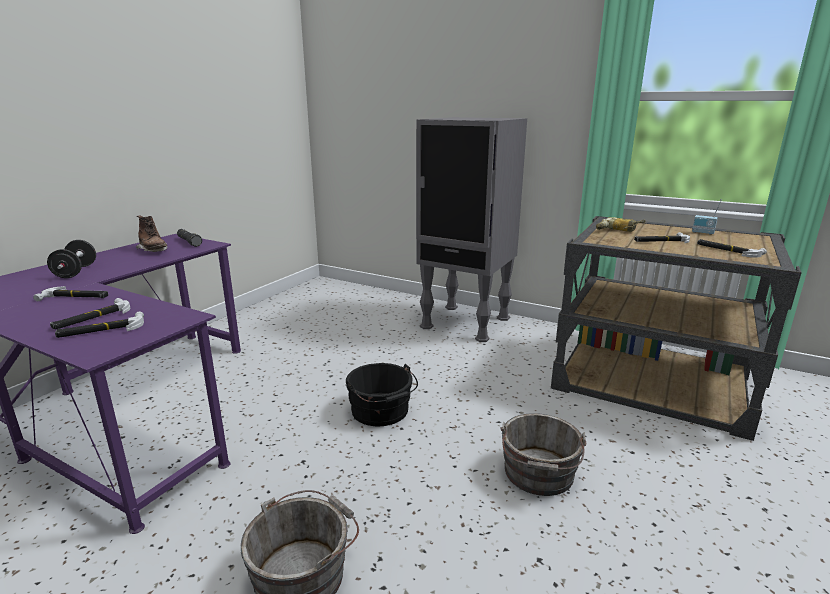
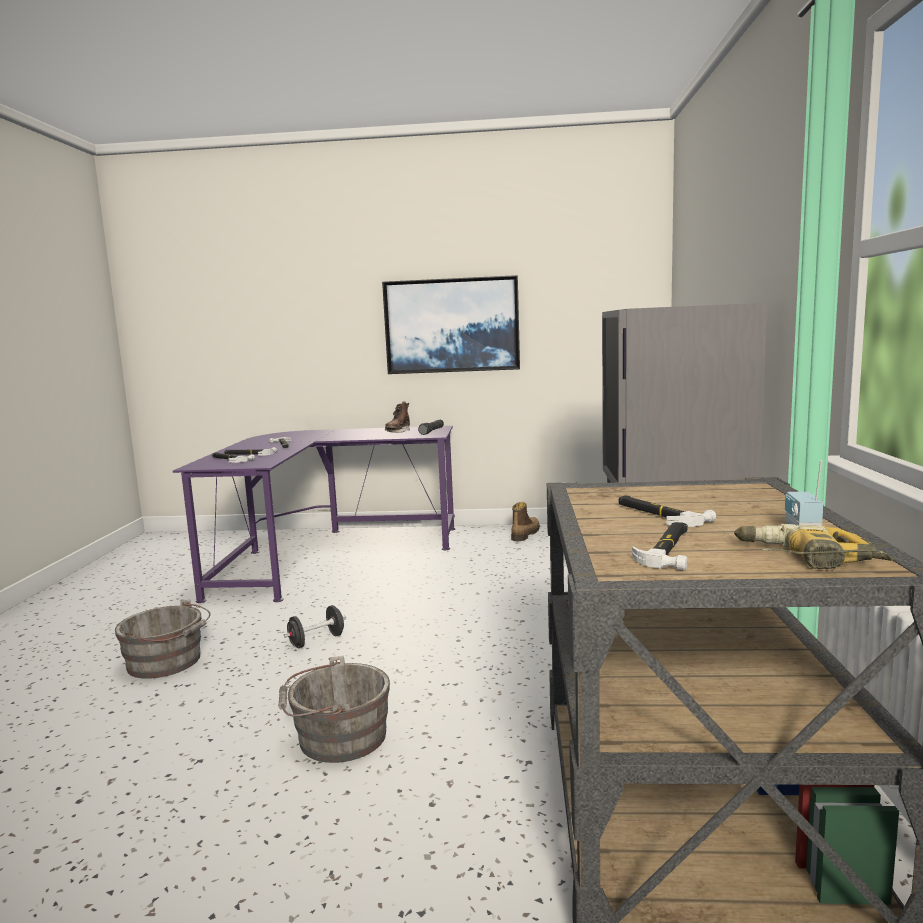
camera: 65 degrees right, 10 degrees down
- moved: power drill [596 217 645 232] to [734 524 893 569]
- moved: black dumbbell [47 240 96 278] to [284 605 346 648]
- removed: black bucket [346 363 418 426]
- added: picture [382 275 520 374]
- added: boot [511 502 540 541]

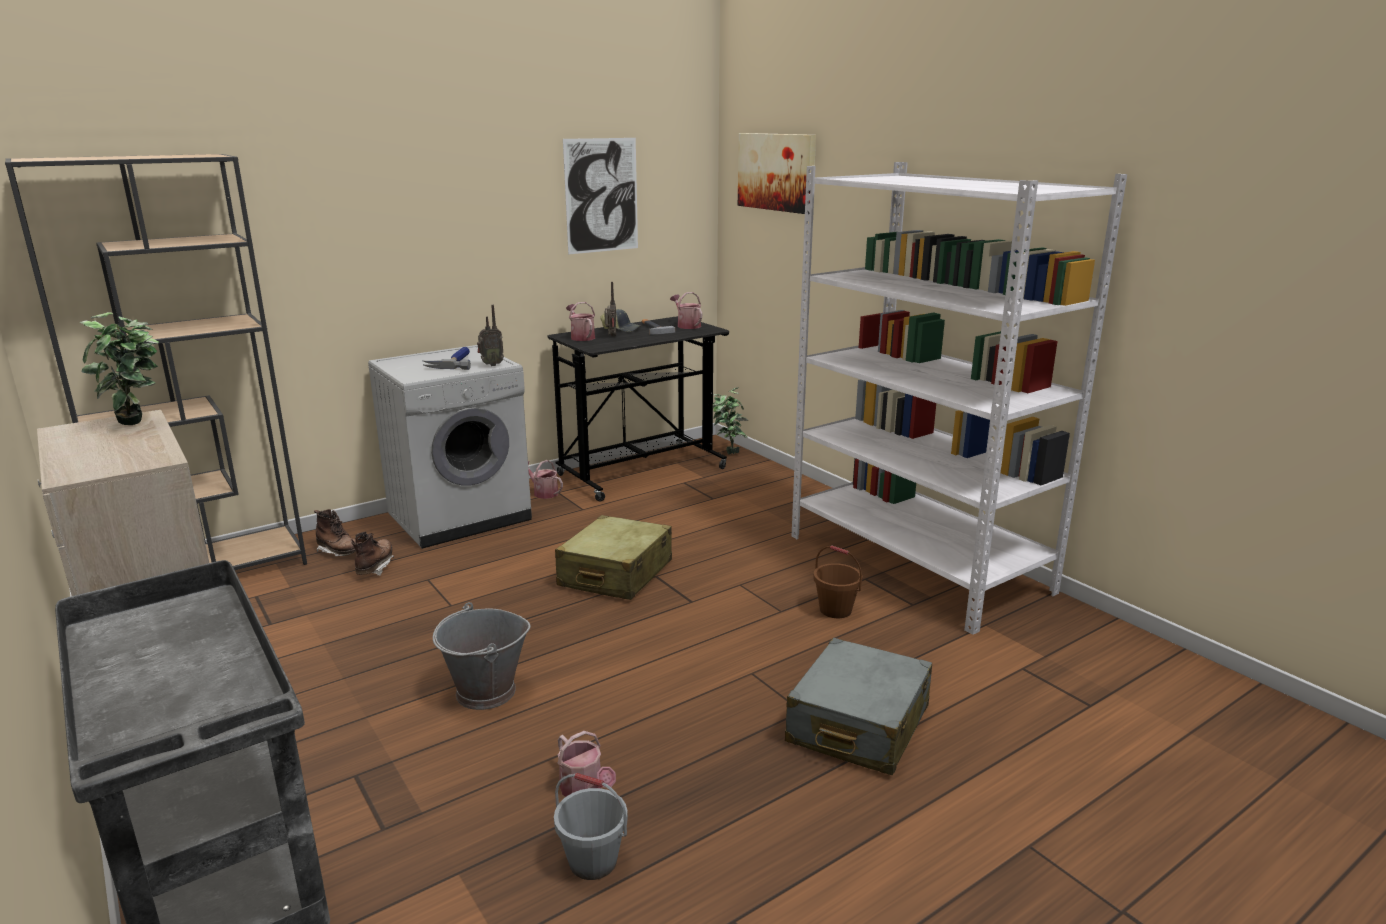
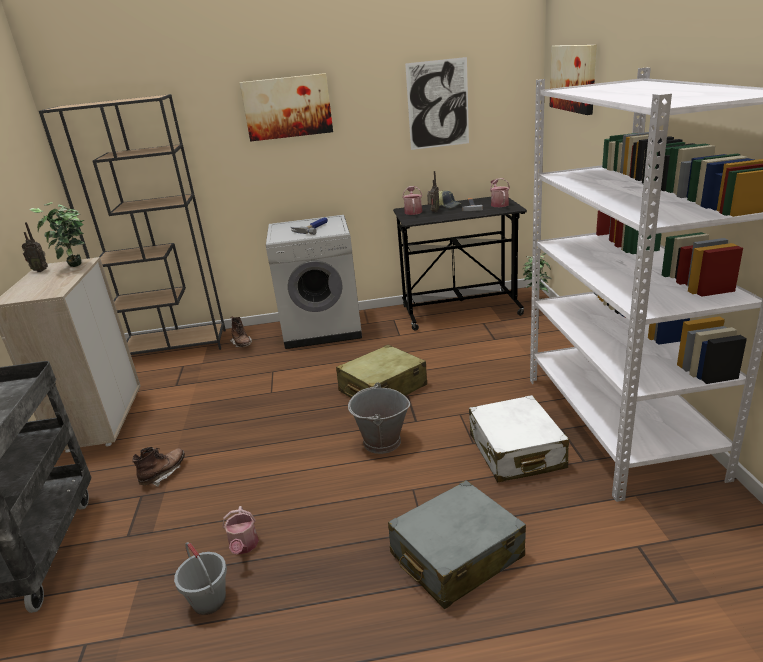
camera: 30 degrees right, 5 degrees up
- moved: radio [477 305 504 366] to [22 222 48 272]
- removed: watering can [528 460 563 499]
- moved: brown boot [351 532 394 576] to [132 447 185 487]
- replaced: brown bucket [813 545 863 618] to white suitcase [469 395 569 482]
- moved: grey bucket [433 602 531 710] to [348 382 410 454]
- added: picture [240 73 333 142]

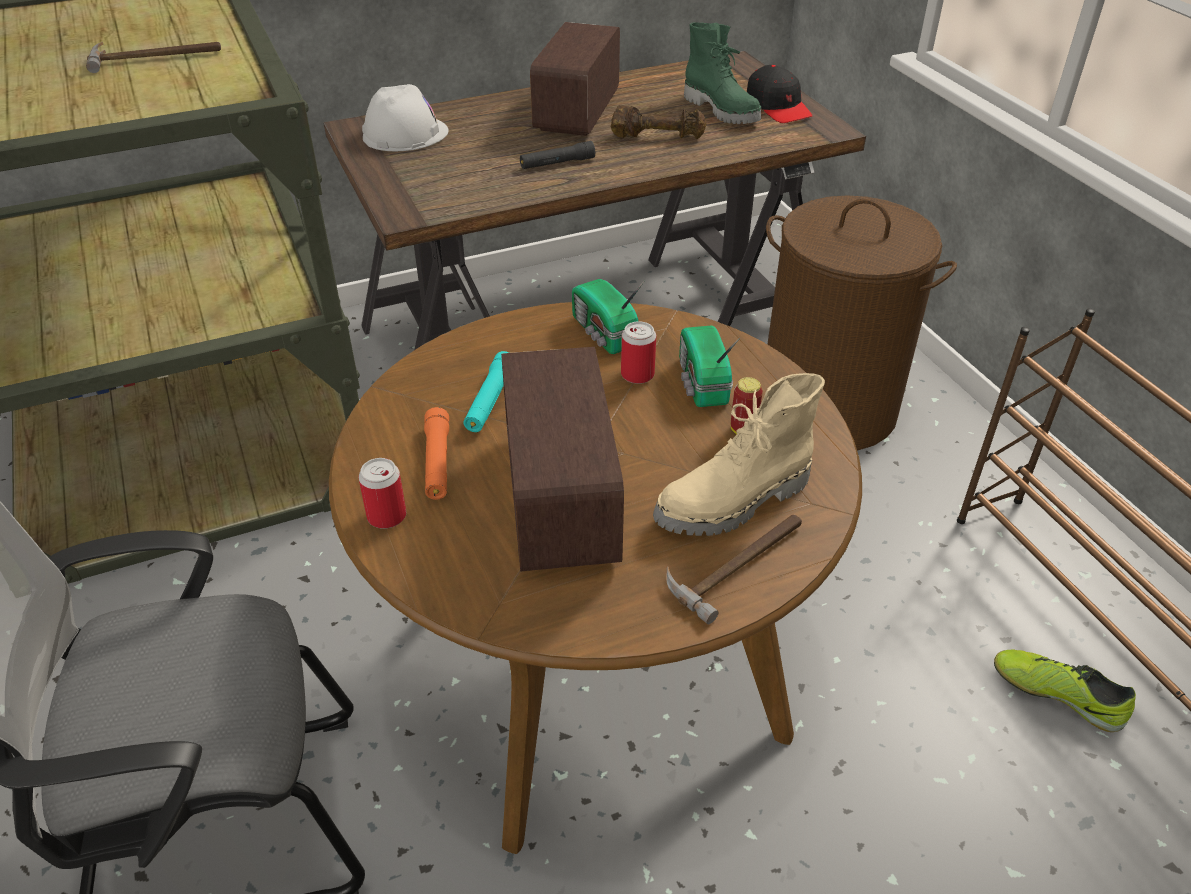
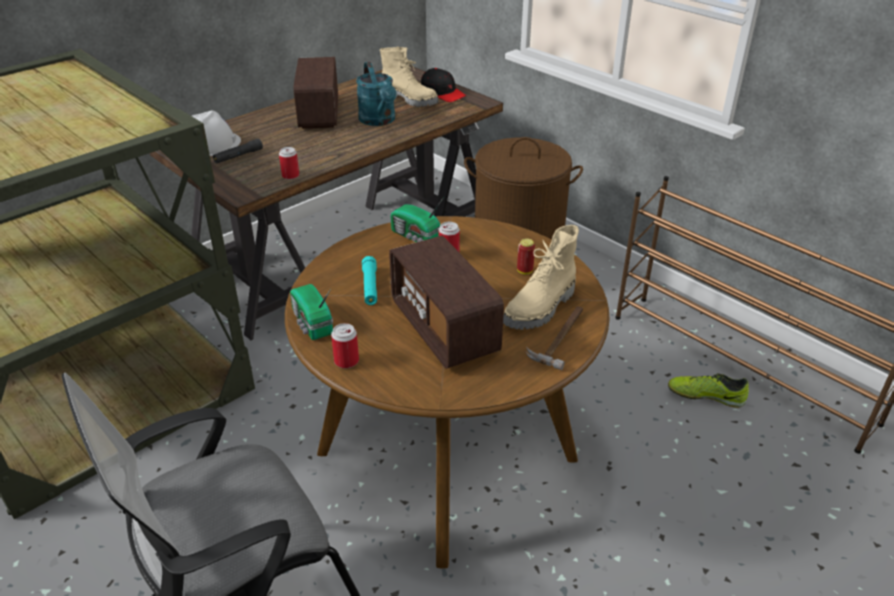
camera: 20 degrees left, 5 degrees down
- recoloured: green boot [684 22 761 124] to beige boot [380 46 439 107]
- removed: hammer [86 42 221 73]
- replaced: brown dumbbell [611 105 707 139] to turquoise watering can [356 62 396 126]
- moved: black flashlight [520 141 595 169] to [213 139 263 163]
- moved: radio [679 326 740 407] to [290 284 333 340]
- removed: orange flashlight [424 407 449 500]
- added: can [279 147 299 180]

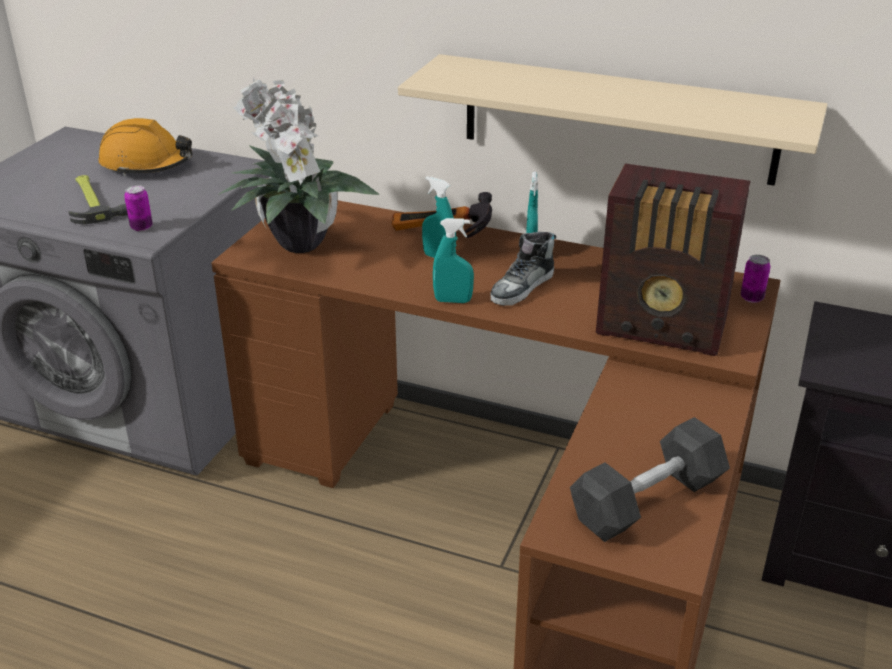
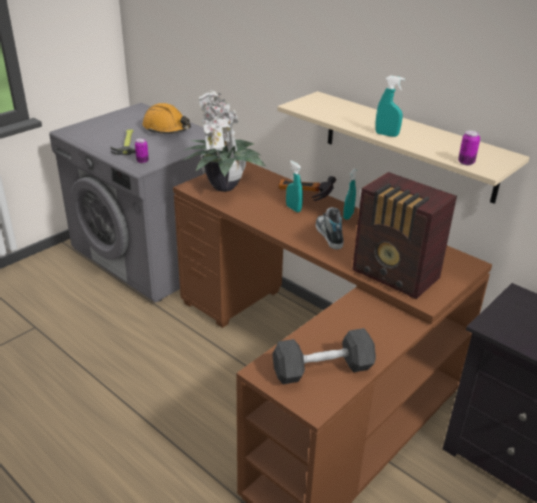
camera: 20 degrees right, 0 degrees up
- moved: turquoise spray bottle [433 218 474 303] to [375 76 405 137]
- turned: shoe [490 232 556 306] = [315 207 344 249] 105 degrees clockwise
- moved: can [741 255 770 303] to [458 130 480 165]

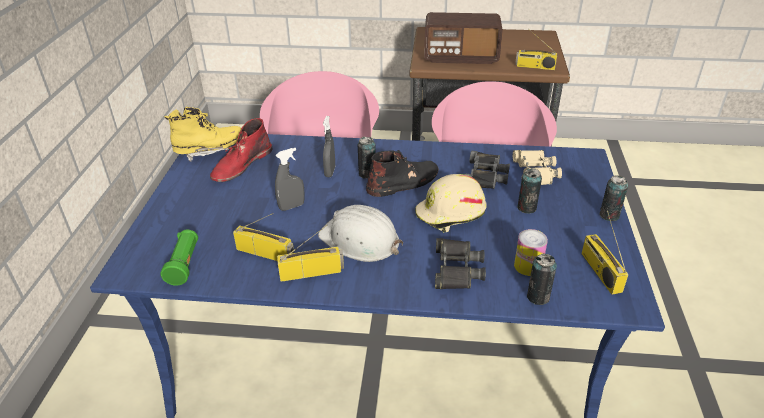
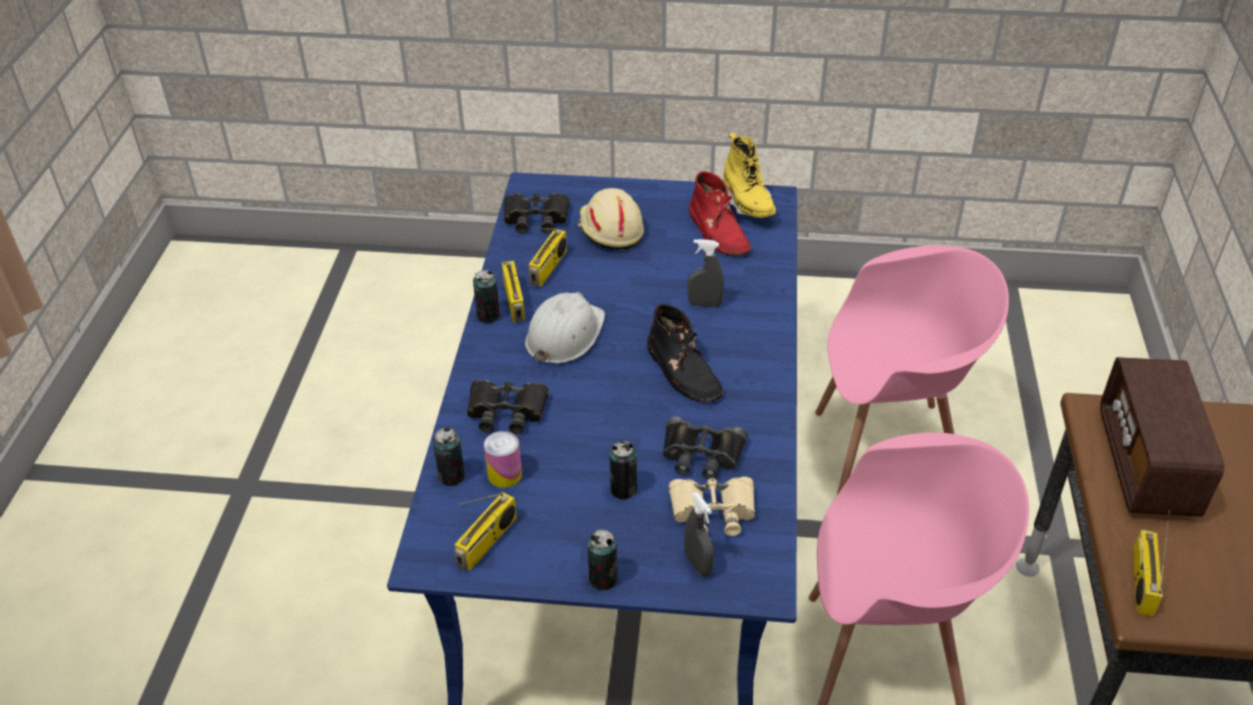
camera: 90 degrees right, 5 degrees up
- turned: red boot [210 118 272 182] = [689 171 751 256] 150 degrees counterclockwise
- moved: can [358 136 376 178] to [473 270 500 323]
- moved: grey spray bottle [275 148 305 211] to [684 492 714 577]
- moved: beige hard hat [415 174 487 232] to [577 188 644 250]
- turned: radio [582 211 628 295] = [455 492 517 571] 135 degrees clockwise
- replaced: green flashlight [160 230 198 286] to black binoculars [504 193 570 234]

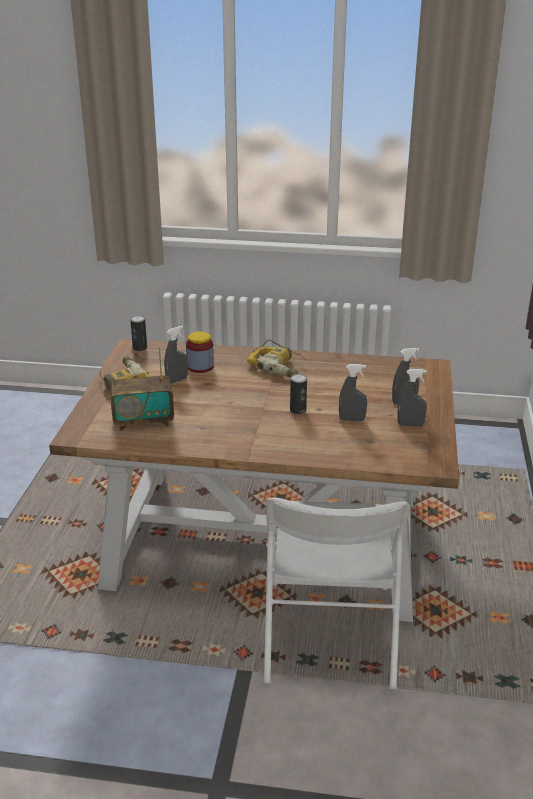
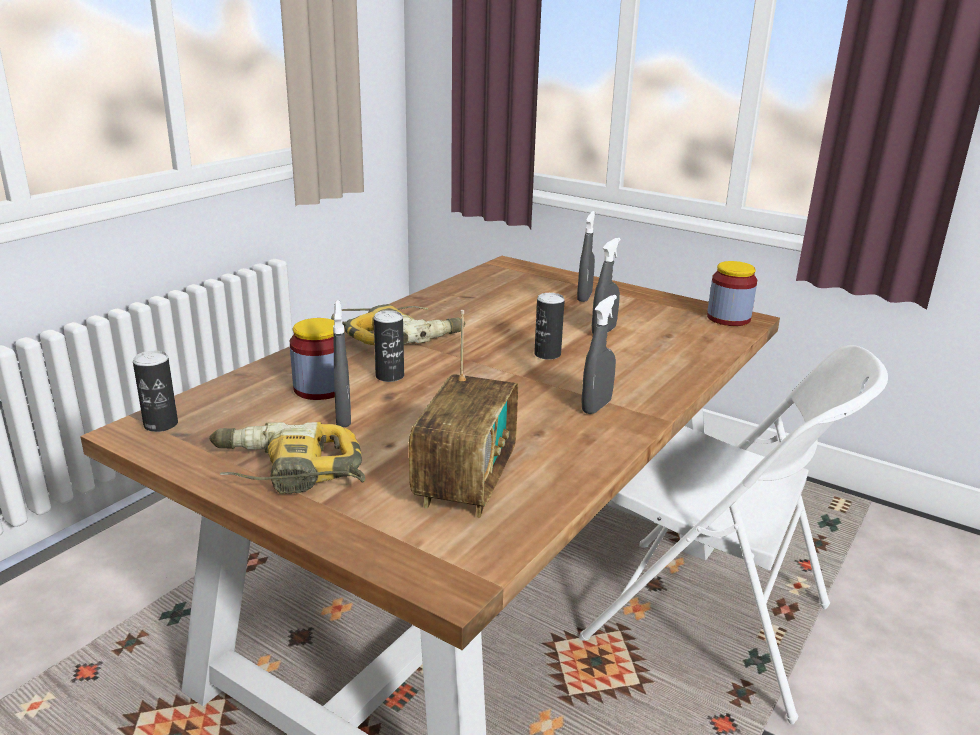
camera: 65 degrees left, 5 degrees down
- moved: grey spray bottle [397 369 427 427] to [581 295 617 414]
- added: jar [707 261 757 326]
- added: can [374 310 404 382]

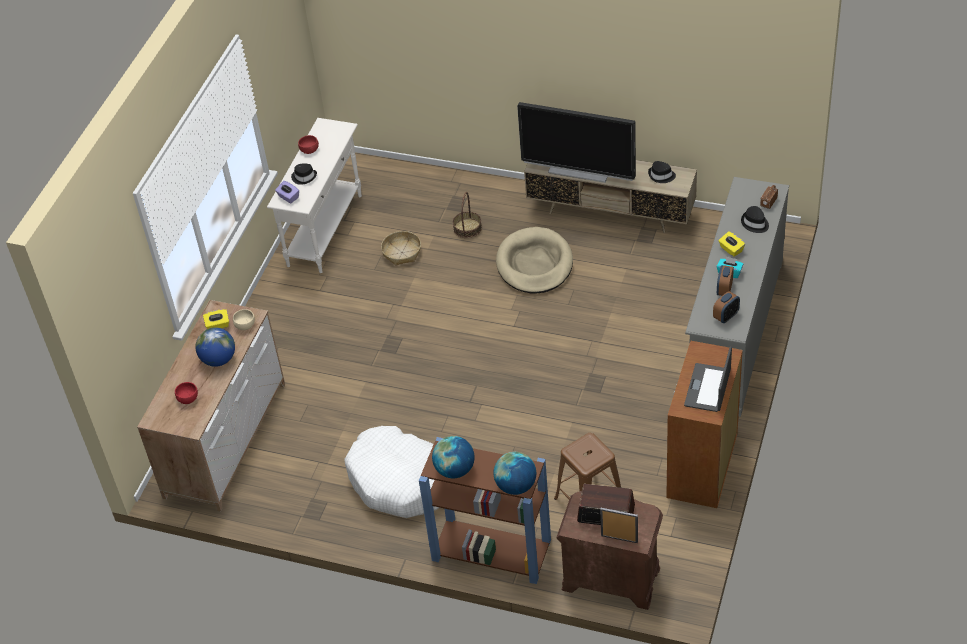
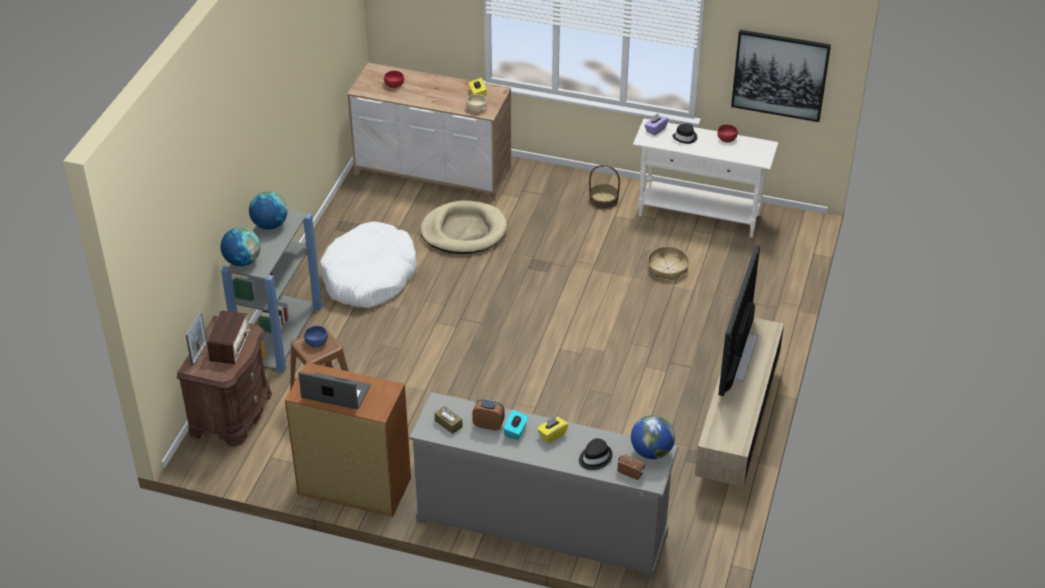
camera: 85 degrees right, 5 degrees down
- removed: black hat [648 161 676 183]
- moved: basket [453 192 482 238] to [589 165 620 210]
- moved: beige dog bed [496 227 573 294] to [420 201 507 254]
- replaced: alarm clock [713 291 740 323] to brown tissue box [435 406 463 434]
- moved: globe [196 327 235 367] to [631 415 675 459]
- recoloured: brown bookcase [419 437 551 584] to grey bookcase [221 210 322 373]
- added: picture [731 30 831 122]
- added: blue bowl [304 326 328 347]

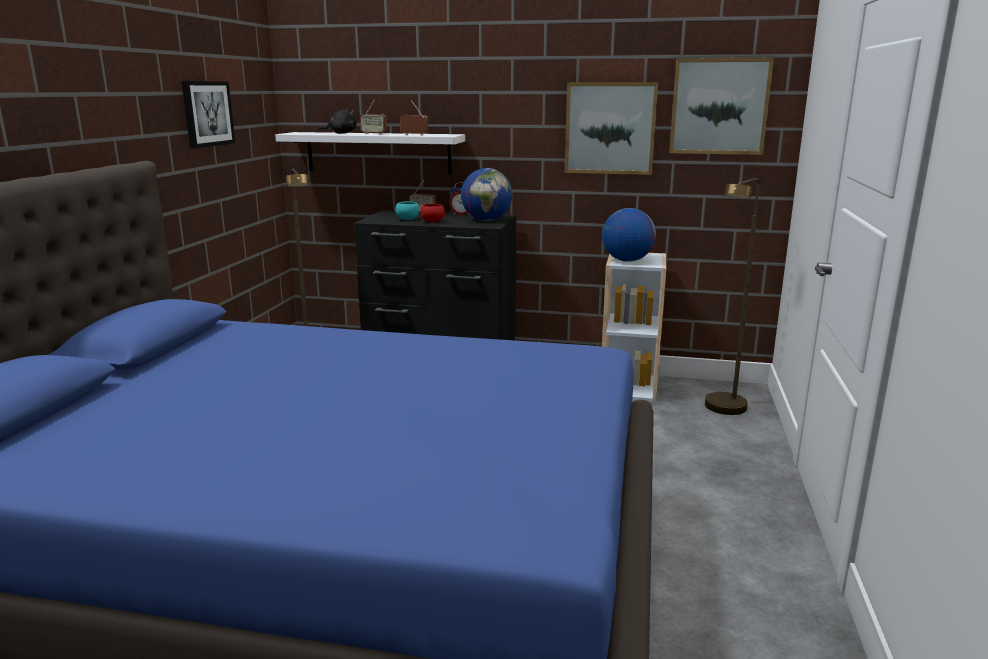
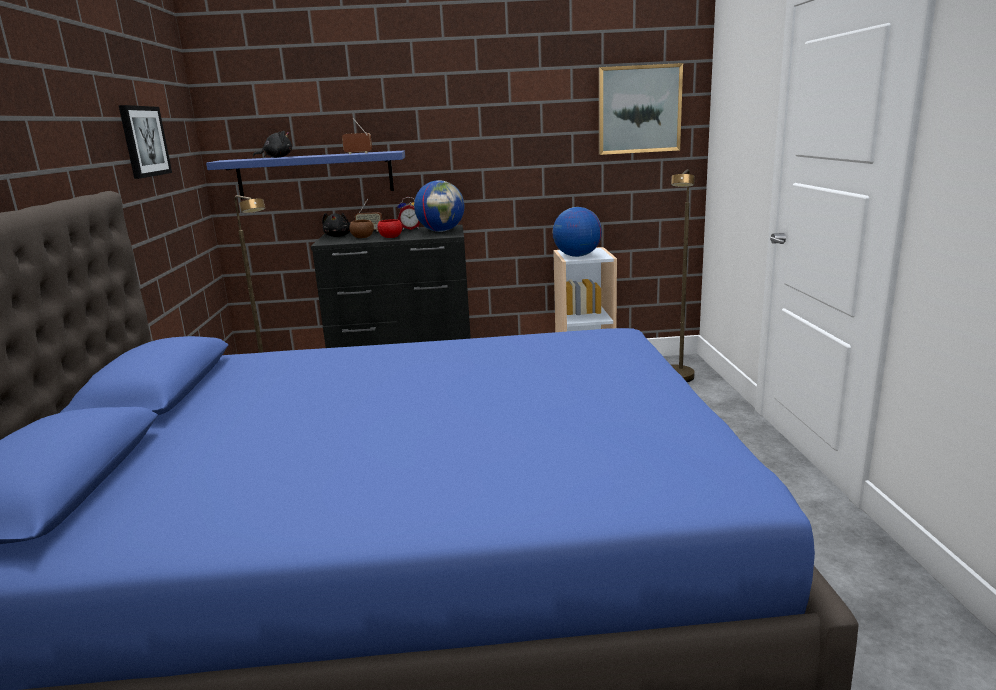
camera: 15 degrees left, 0 degrees up
- removed: picture [565 82 658 175]
- removed: radio [360 99 387 135]
- recoloured: white shelf [275 132 465 174] to blue shelf [206 151 405 199]
- recoloured: turquoise bowl [395 201 419 220] to brown bowl [349 220 374 238]
- added: black plush toy [322 213 350 237]

